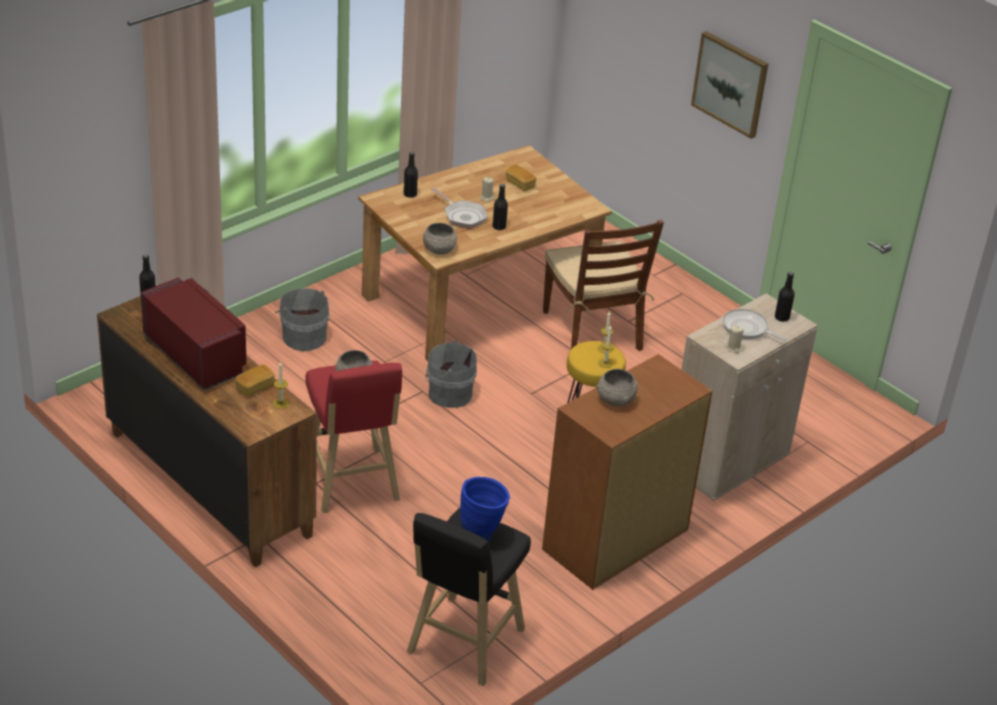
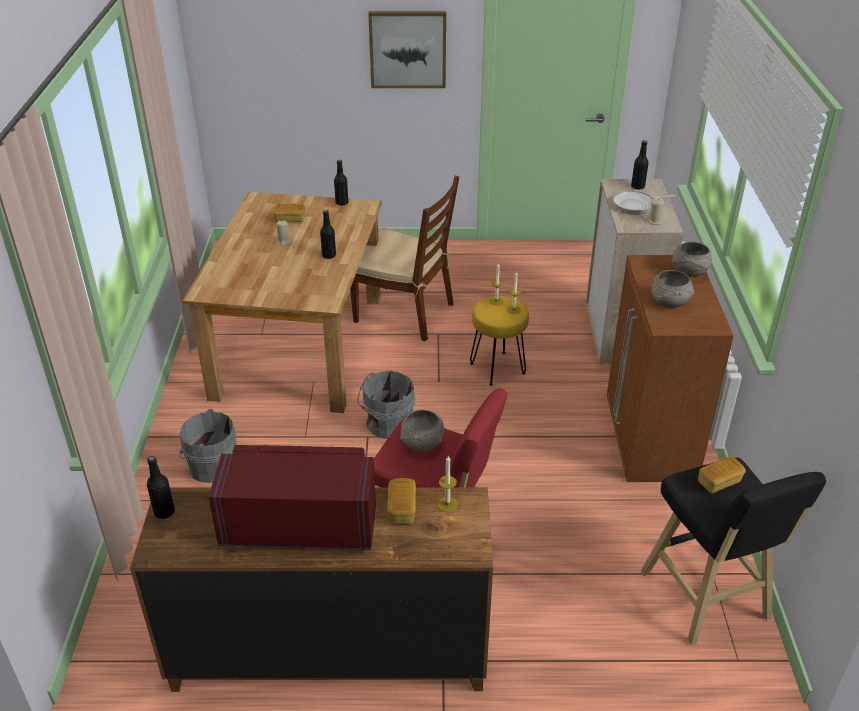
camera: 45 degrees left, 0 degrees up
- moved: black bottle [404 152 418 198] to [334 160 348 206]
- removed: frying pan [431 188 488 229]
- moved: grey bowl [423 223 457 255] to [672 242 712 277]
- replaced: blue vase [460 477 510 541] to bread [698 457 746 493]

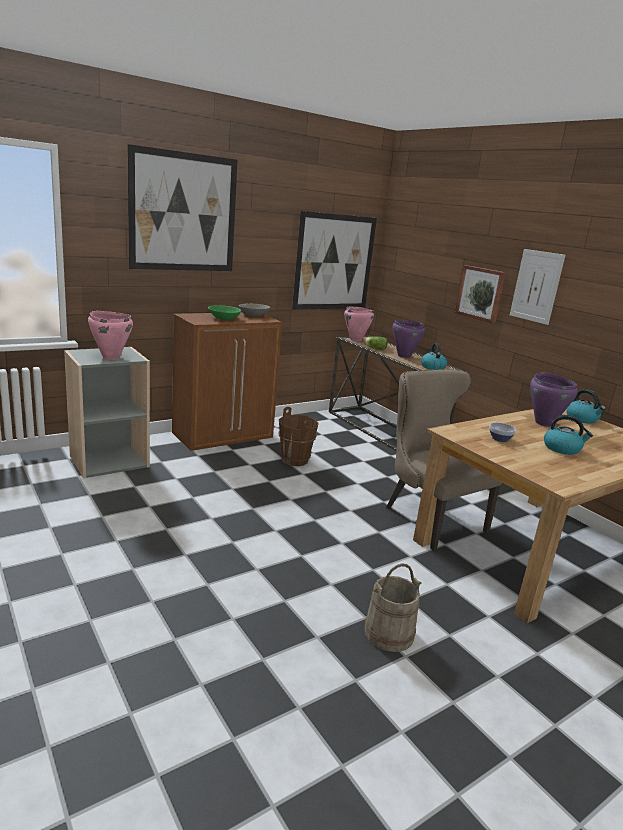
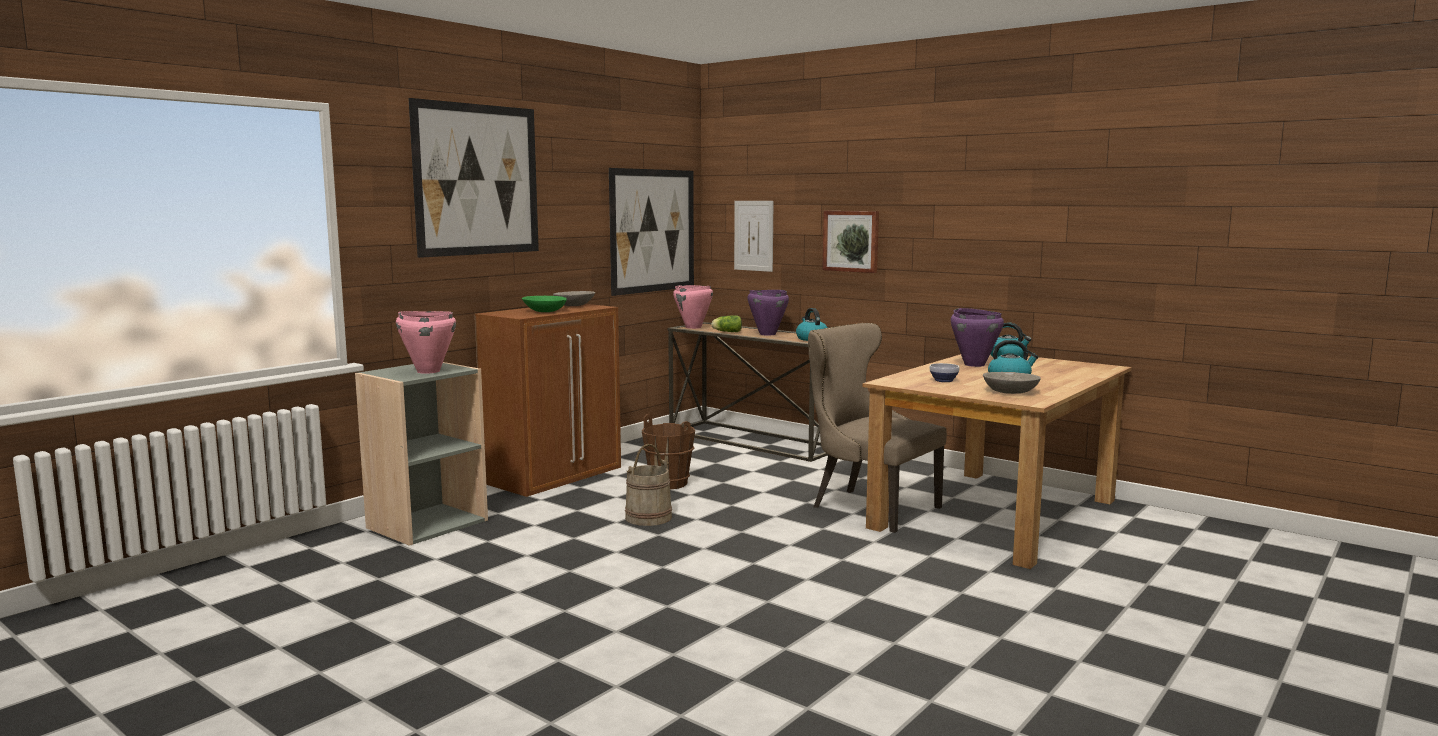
camera: 15 degrees left, 10 degrees down
- moved: picture [510 249 565 325] to [734 201 773 272]
- moved: beige bucket [364 563 422 652] to [625 444 672 526]
- added: grey bowl [983 372 1041 394]

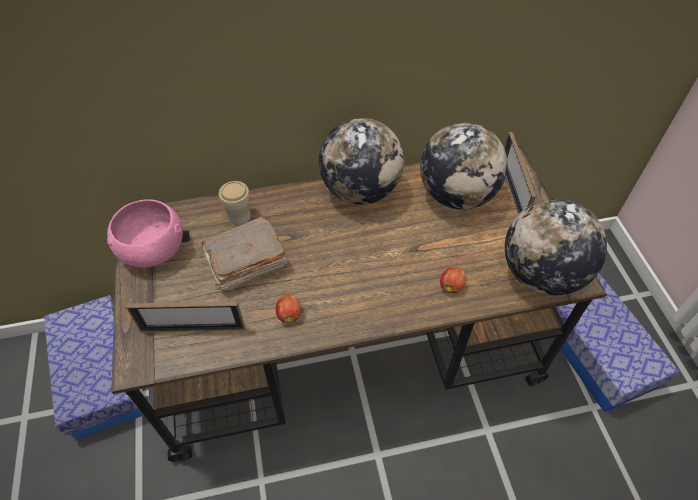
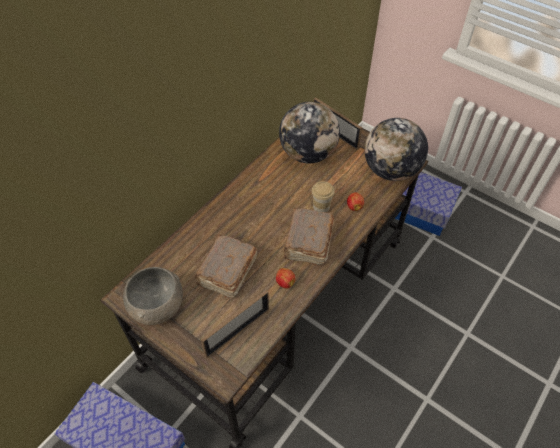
camera: 40 degrees left, 0 degrees up
- removed: globe [319 118 404 205]
- moved: cup [219 181 250 225] to [312 181 334 212]
- recoloured: pink bowl [107 199 183 268] to grey bowl [123 267 183 325]
- added: brown book [284 208 334 266]

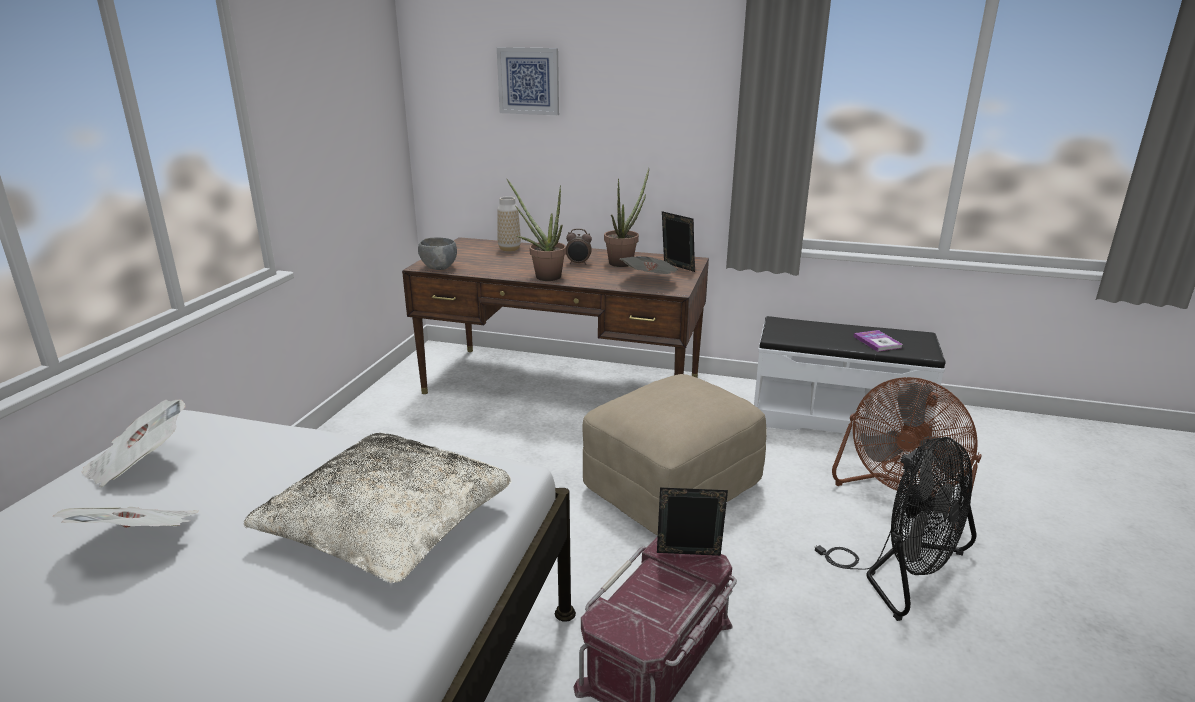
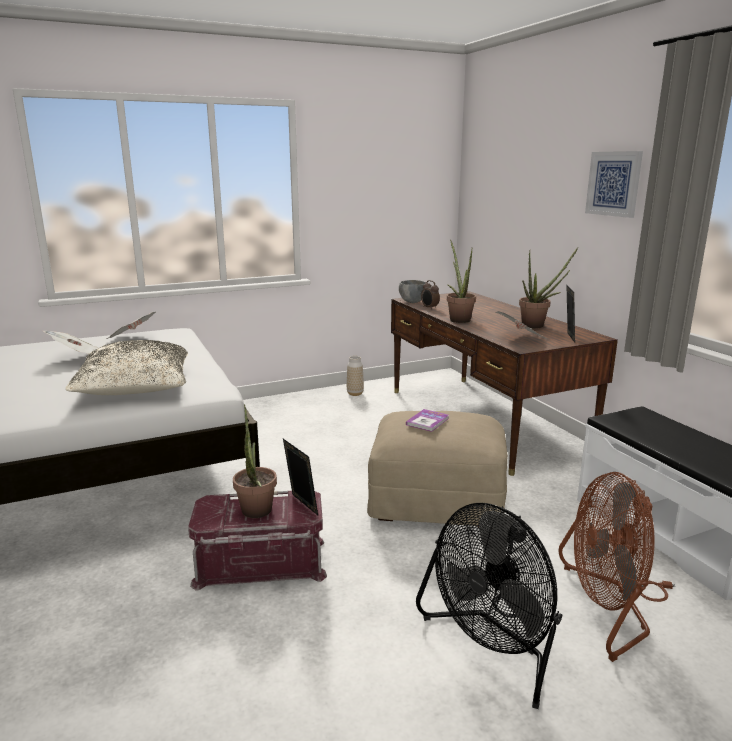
camera: 50 degrees right, 5 degrees down
- moved: picture [497 47 559 115] to [585 151 643 218]
- moved: vase [497 196 521 252] to [347 356 364 396]
- moved: alarm clock [566 229 592 265] to [421 280 440 310]
- moved: book [853 330 902 352] to [406 409 449 432]
- turned: black fan [814 437 977 621] = [416 503 562 709] 45 degrees clockwise
- added: potted plant [233 404 277 518]

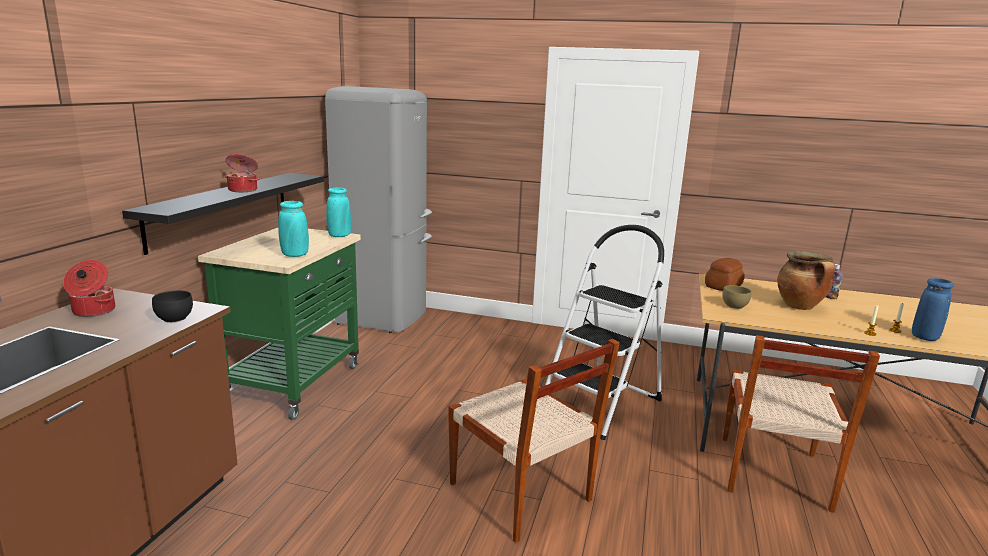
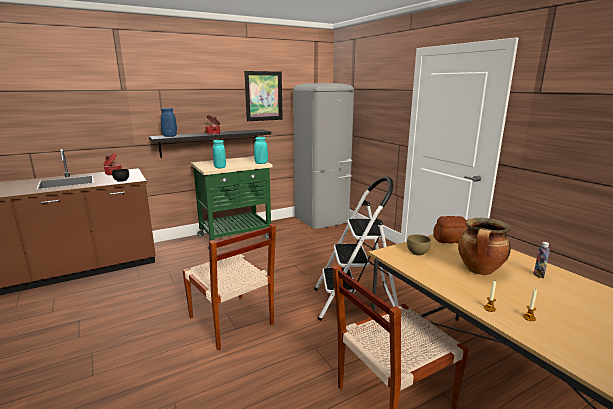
camera: 45 degrees right, 0 degrees up
- moved: blue vase [912 278 954 341] to [161 108 177 137]
- turned: chair [448 339 620 543] = [183 224 276 350] 45 degrees counterclockwise
- added: picture [244 71 283 121]

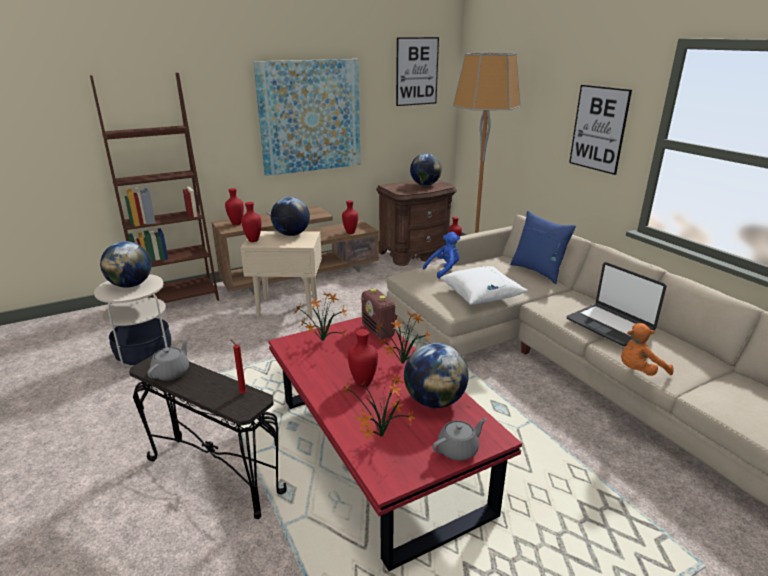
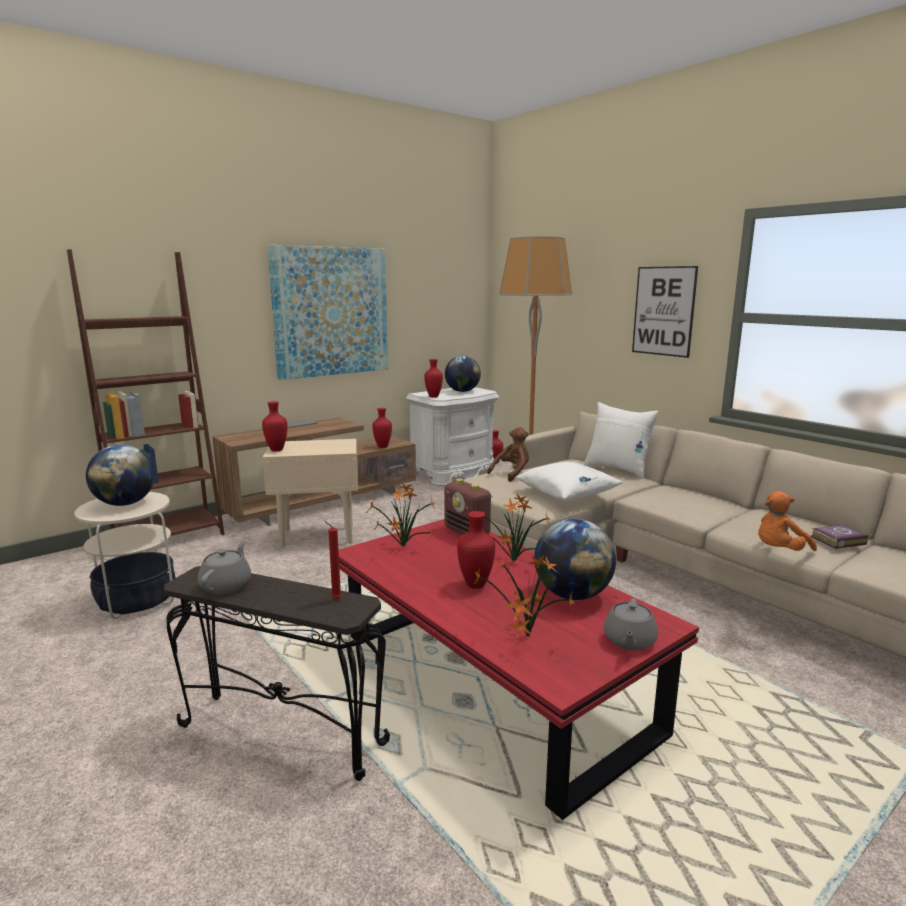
camera: 10 degrees left, 10 degrees down
- removed: picture [396 37 439 106]
- recoloured: brown nightstand [376 179 457 266] to white nightstand [406 387 499 486]
- moved: red vase [225 188 244 225] to [424 359 443 398]
- removed: globe [271 197 310 236]
- recoloured: blue pillow [510 211 576 284] to white pillow [584 402 659 479]
- recoloured: blue plush toy [423 232 460 279] to brown plush toy [487 427 529 482]
- removed: laptop [567 262 667 346]
- turned: grey teapot [433 418 487 461] = [604 598 658 651] 150 degrees clockwise
- added: book [810 525 868 549]

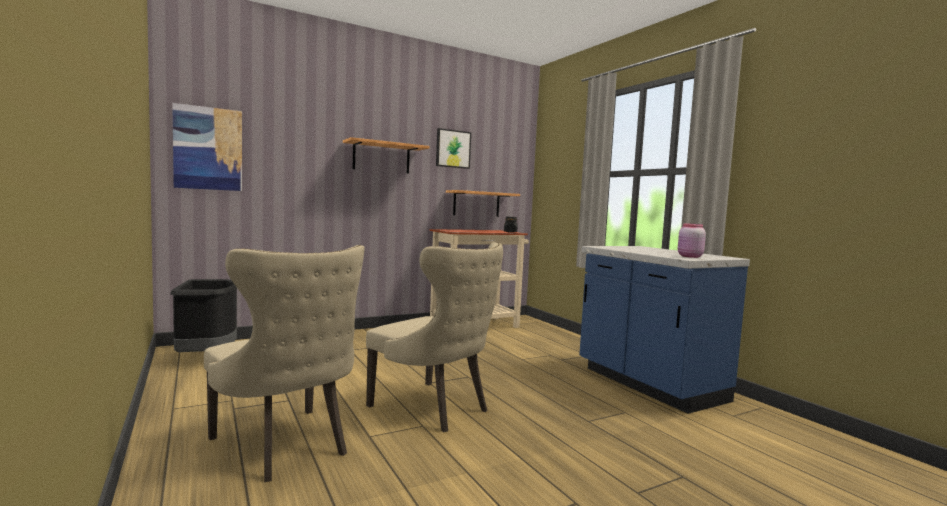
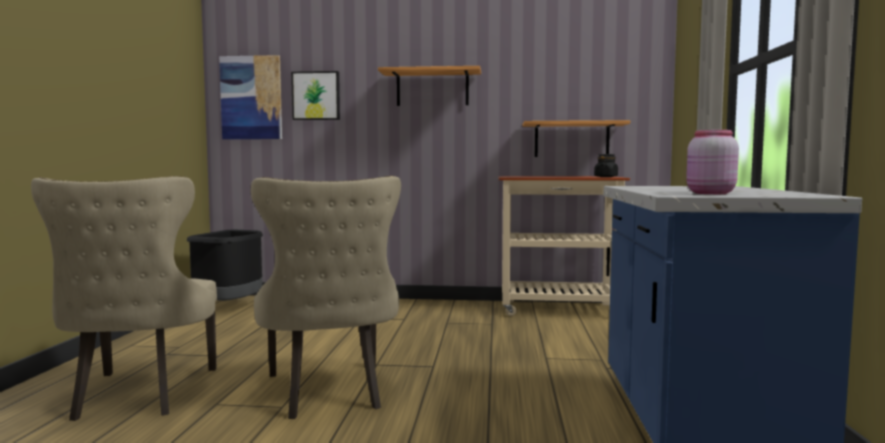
camera: 35 degrees right, 0 degrees up
- moved: picture [436 128 471 169] to [291 71 340 120]

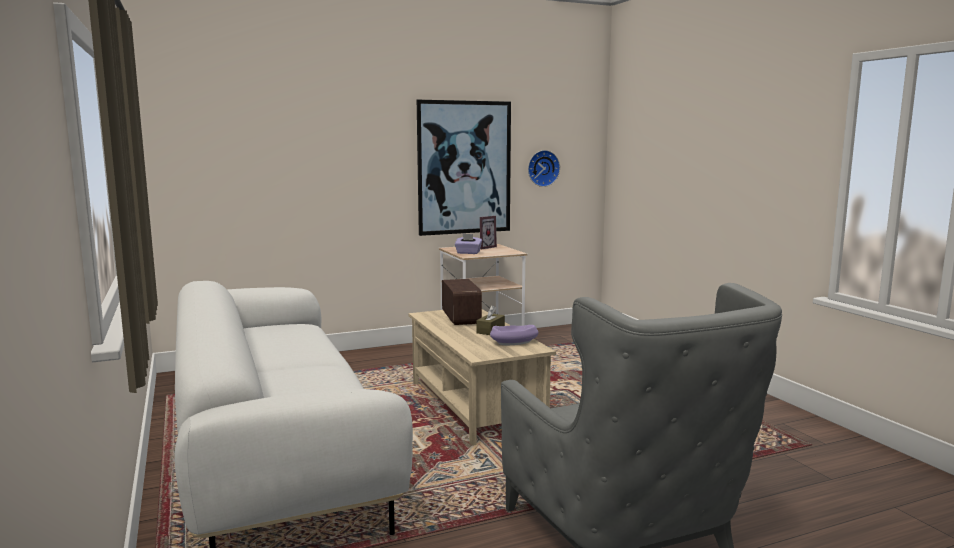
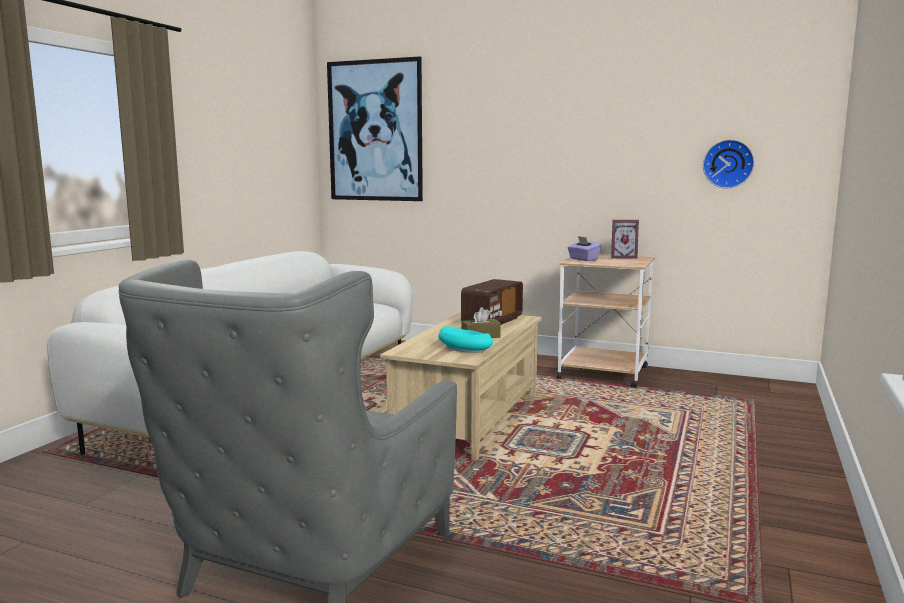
camera: 45 degrees right, 0 degrees up
- moved: picture [417 100 511 236] to [327 56 423 201]
- recoloured: purple bowl [490 325 539 345] to turquoise bowl [438 326 493 353]

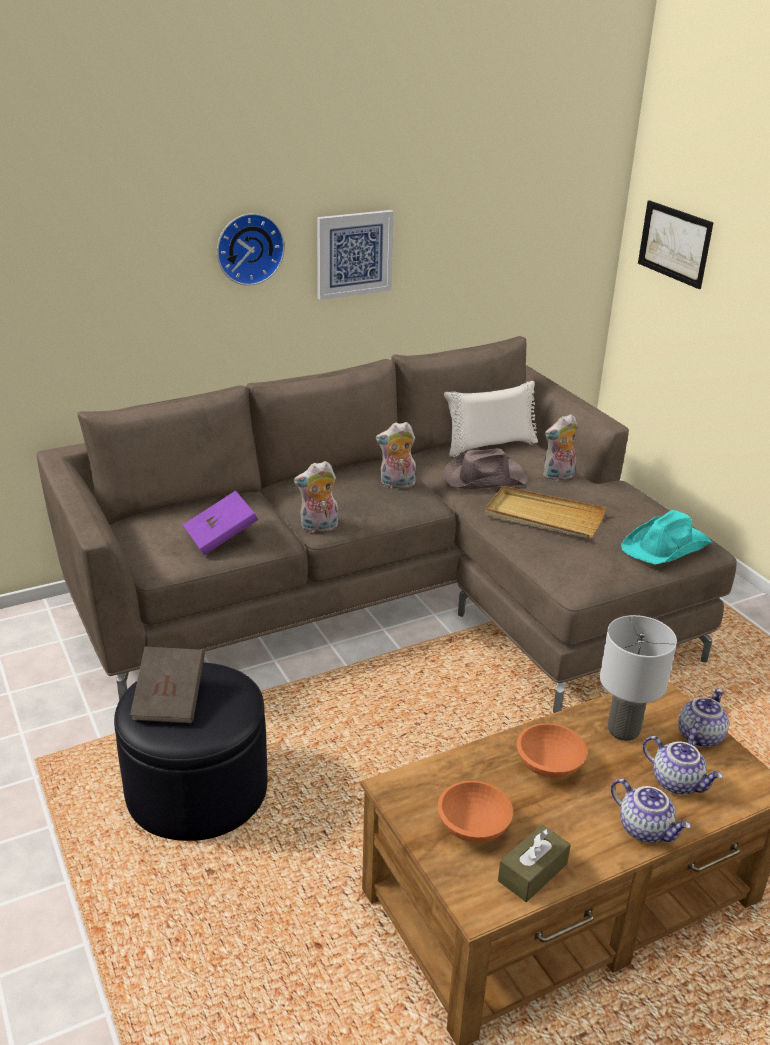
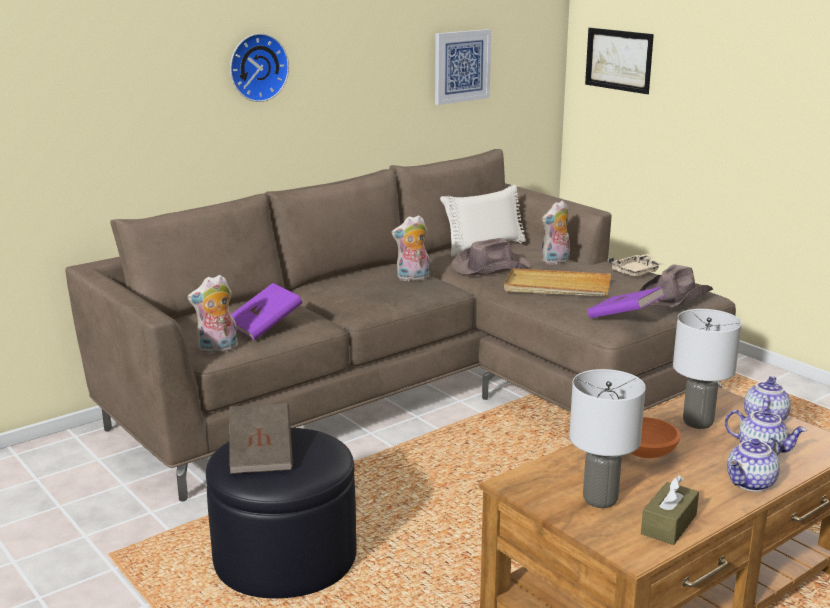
camera: 10 degrees left, 10 degrees down
- moved: picture [317 210 394 300] to [435 29 491 105]
- moved: plush toy [294 461 338 533] to [187 275 238 354]
- recoloured: turquoise hat [621 510 712 565] to brown hat [638 265 713 307]
- turned: teapot [611 779 691 843] = [727 438 780 492] 105 degrees clockwise
- replaced: orange bowl [438 781 513 843] to white table lamp [569 369 646 508]
- added: beige tray [608 254 663 276]
- added: purple book [588 287 665 318]

